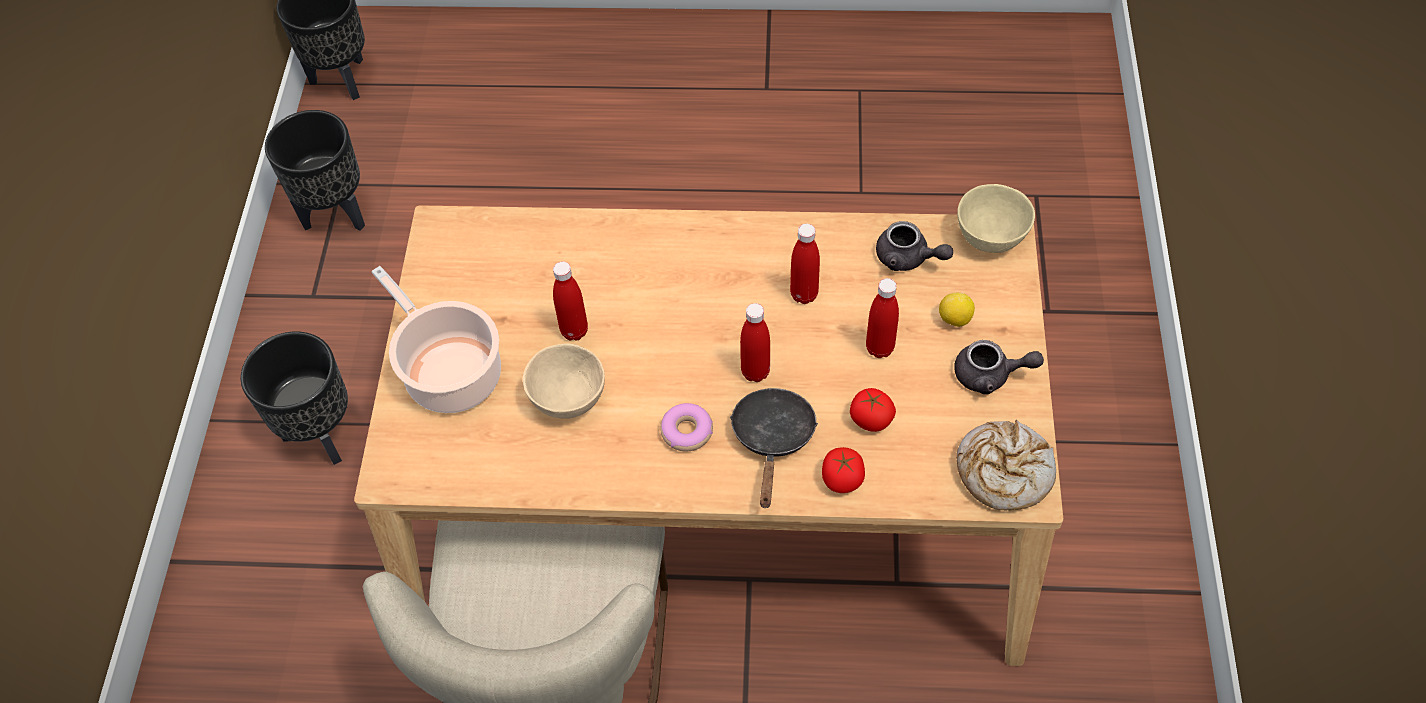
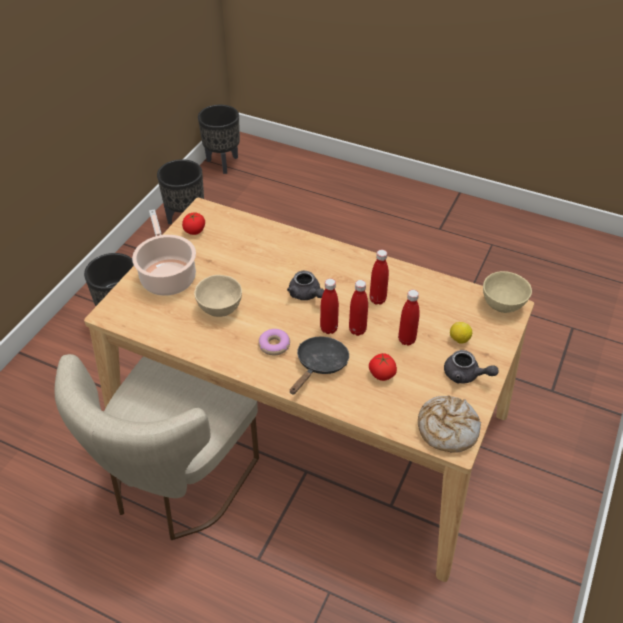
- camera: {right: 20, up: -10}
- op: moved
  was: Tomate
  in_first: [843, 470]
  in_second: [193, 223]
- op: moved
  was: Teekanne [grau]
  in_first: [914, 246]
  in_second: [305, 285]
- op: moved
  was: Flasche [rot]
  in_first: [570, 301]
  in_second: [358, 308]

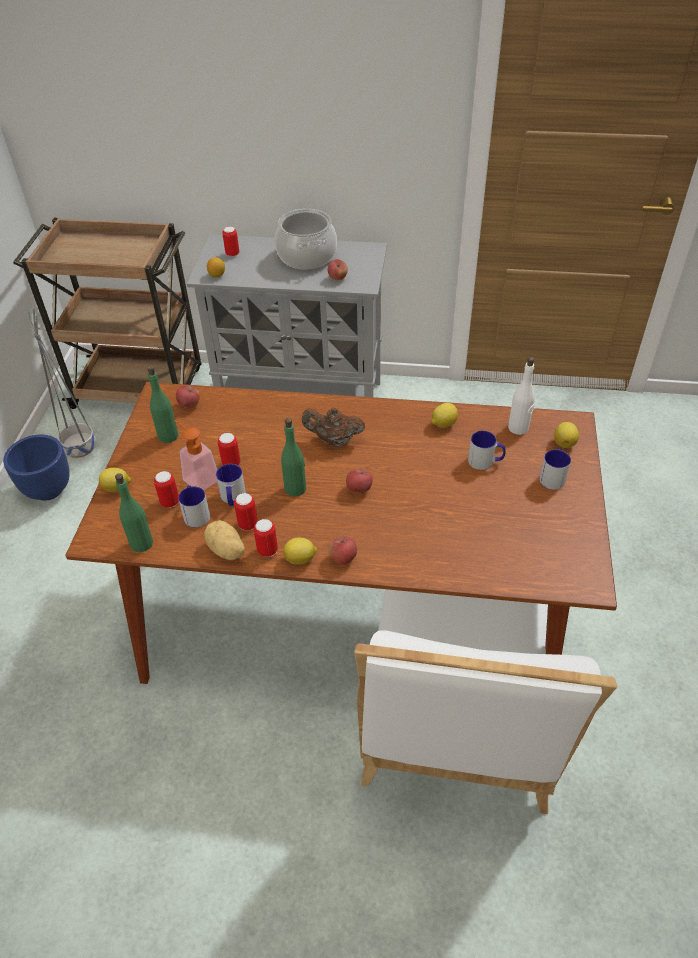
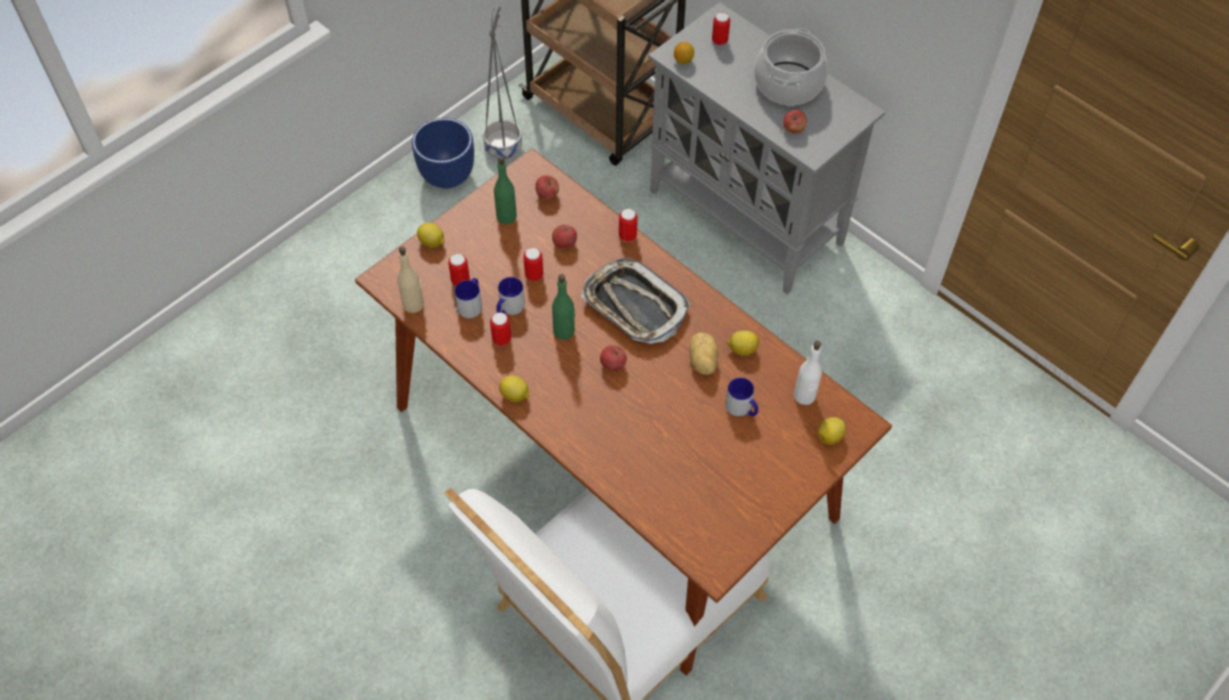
- camera: {right: 35, up: 10}
- op: recoloured
  was: Flasche [grün]
  now: Flasche [beige]
  in_first: [134, 512]
  in_second: [410, 279]
- op: moved
  was: Apfel
  in_first: [343, 550]
  in_second: [564, 237]
- op: replaced
  was: Teekanne [braun]
  now: Tablett
  in_first: [333, 427]
  in_second: [635, 301]
- op: moved
  was: Dose
  in_first: [266, 538]
  in_second: [628, 225]
- op: moved
  was: Kartoffel
  in_first: [224, 540]
  in_second: [703, 353]
- op: removed
  was: Seifenspender
  in_first: [195, 455]
- op: removed
  was: Henkelbecher
  in_first: [555, 469]

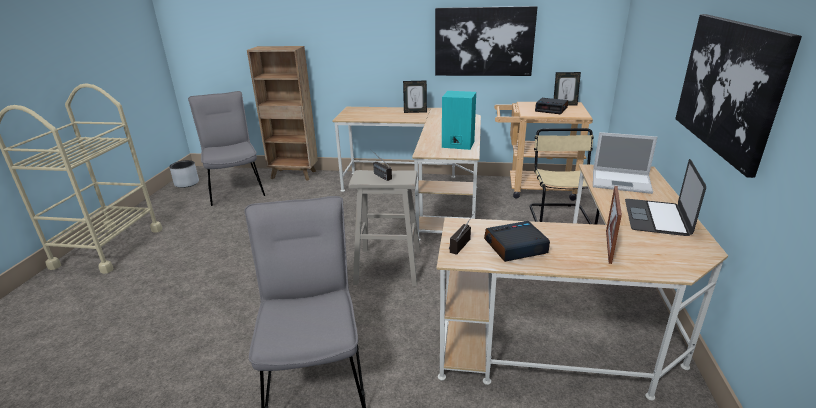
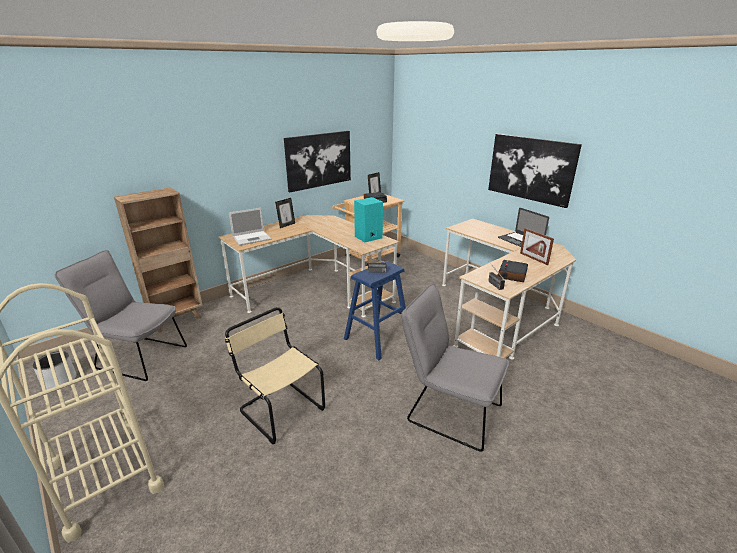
- camera: {right: -50, up: 0}
- op: moved
  was: Stuhl [beige]
  in_first: [564, 176]
  in_second: [275, 375]
- op: moved
  was: Laptop
  in_first: [625, 163]
  in_second: [250, 227]
- op: recoloured
  was: Hocker [beige]
  now: Hocker [blau]
  in_first: [385, 228]
  in_second: [375, 310]

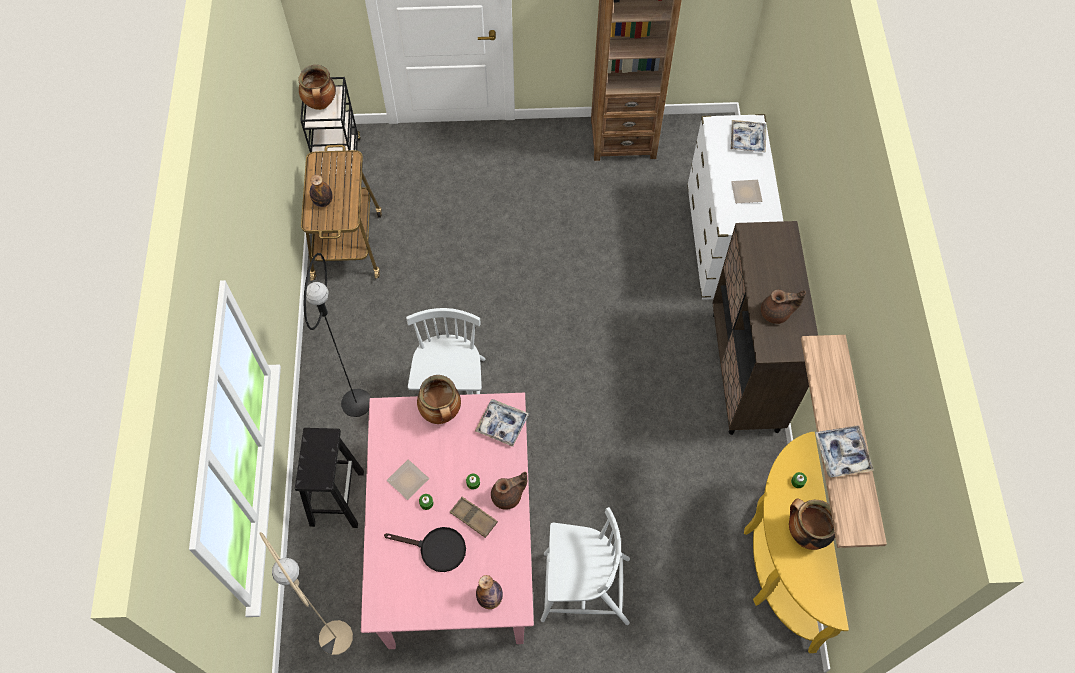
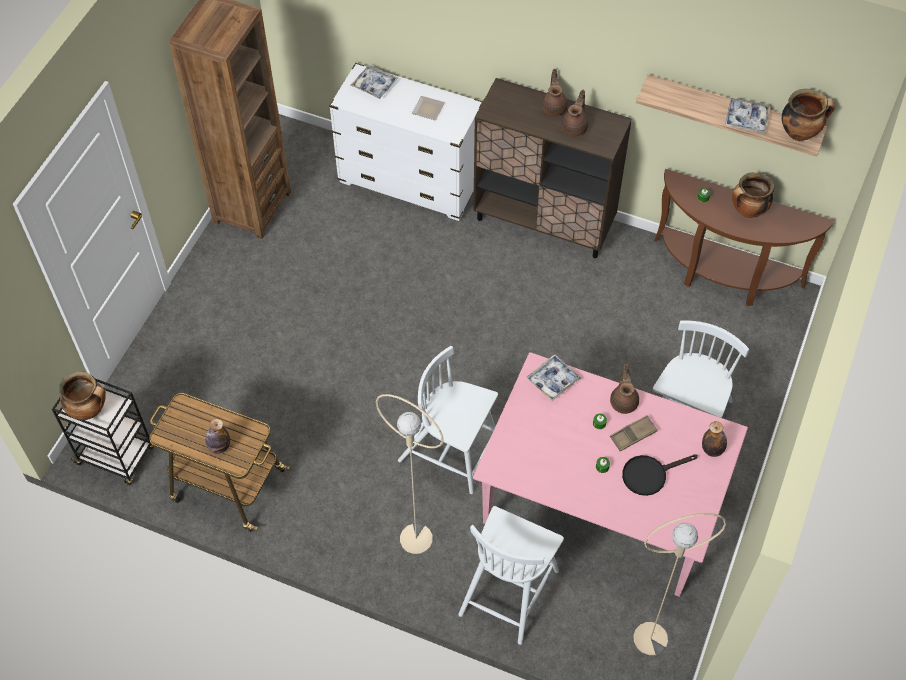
- camera: {right: -65, up: -5}
- op: recoloured
  was: Stehlampe [schwarz]
  now: Stehlampe [beige]
  in_first: [337, 335]
  in_second: [410, 474]
- op: replaced
  was: Hocker [schwarz]
  now: Stuhl [weiß]
  in_first: [329, 478]
  in_second: [511, 575]
- op: added
  now: Teekanne [braun]
  in_second: [554, 92]
- op: turned
  was: Pfanne [schwarz]
  in_first: [425, 549]
  in_second: [660, 475]
  clockwise: -150
- op: recoloured
  was: Konsolentisch [gelb]
  now: Konsolentisch [braun]
  in_first: [796, 542]
  in_second: [744, 237]
- op: moved
  was: Kochtopf
  in_first: [439, 399]
  in_second: [808, 115]
- op: removed
  was: Teller
  in_first: [407, 479]

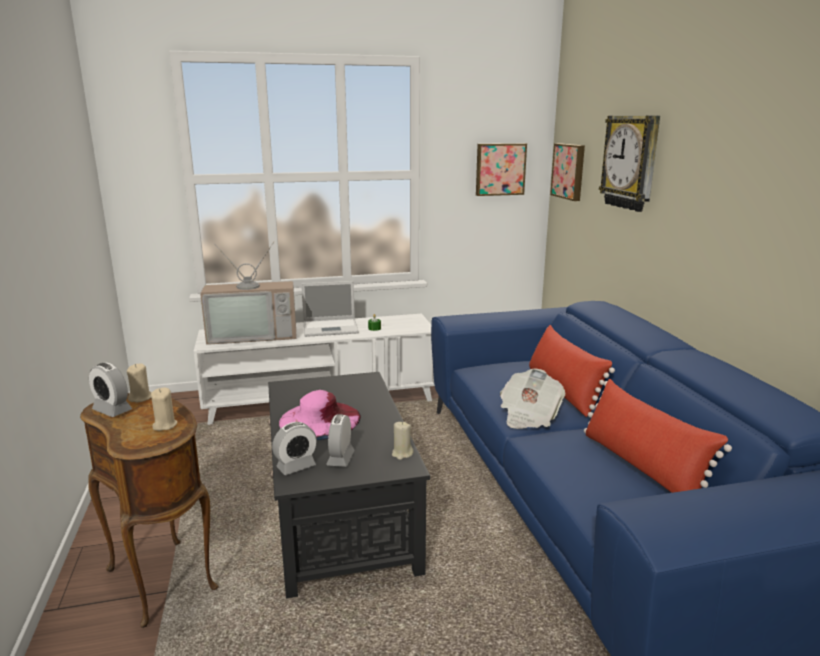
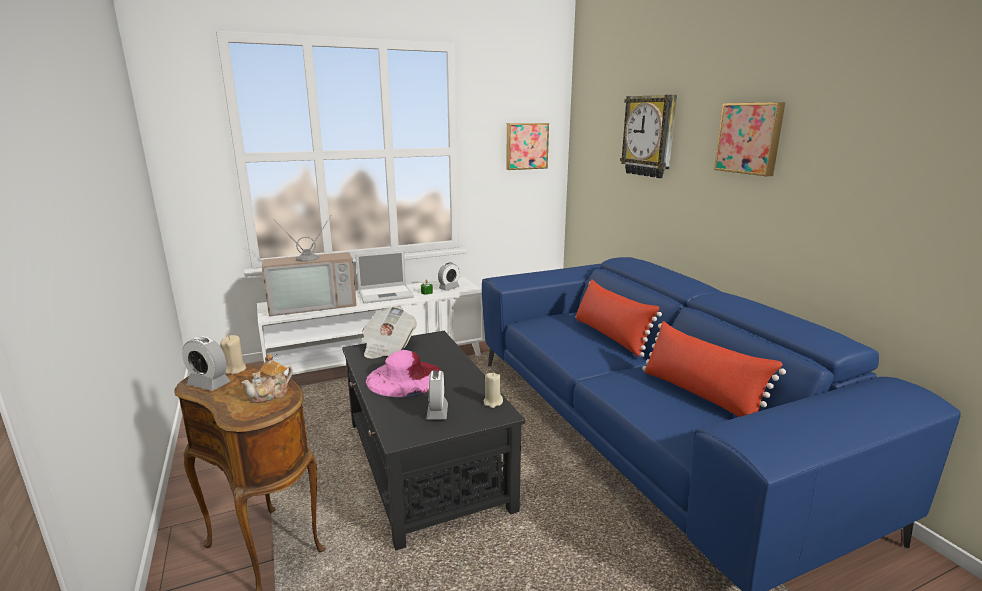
- camera: {right: -10, up: 0}
- op: replaced
  was: Kerze [beige]
  now: Teekanne
  in_first: [164, 409]
  in_second: [267, 378]
- op: moved
  was: Zeitung
  in_first: [532, 398]
  in_second: [389, 332]
- op: moved
  was: Wecker
  in_first: [294, 448]
  in_second: [449, 277]
- op: moved
  was: Bild
  in_first: [567, 172]
  in_second: [749, 139]

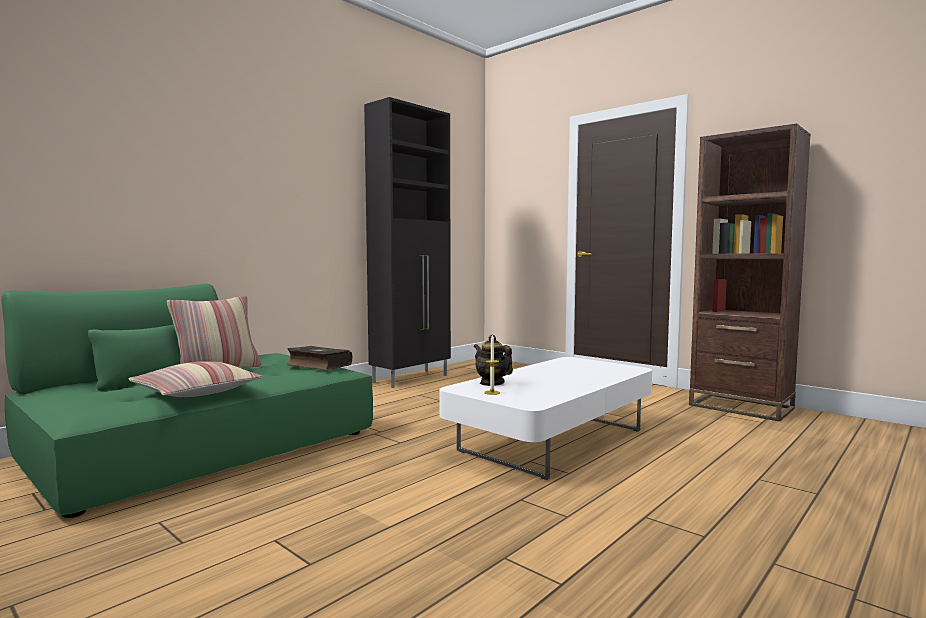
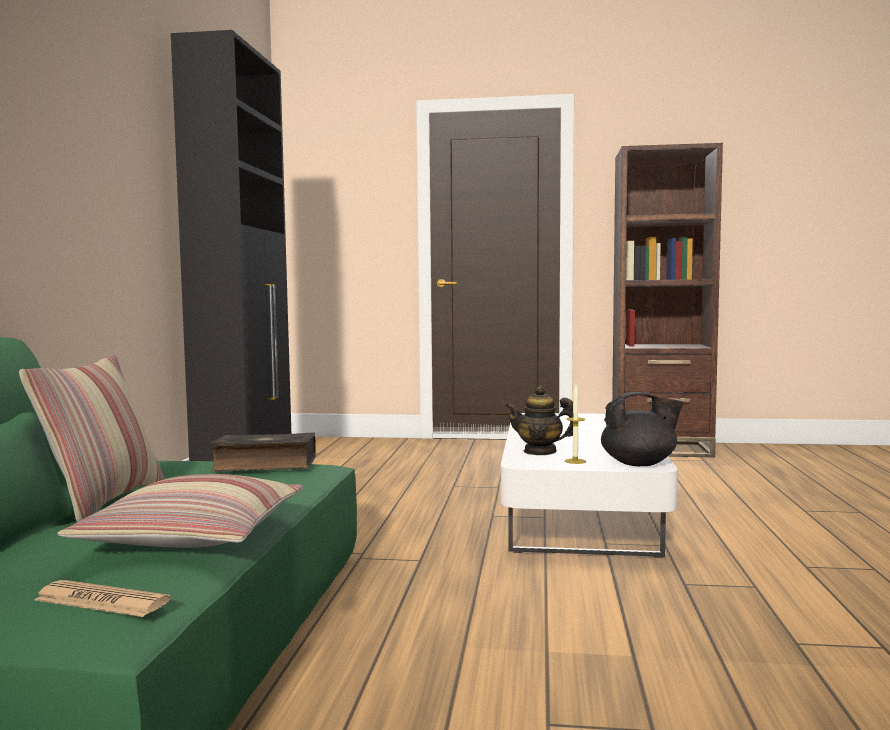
- camera: {right: -35, up: 0}
- op: added
  now: Zeitung
  in_second: [102, 598]
- op: added
  now: Teekanne [schwarz]
  in_second: [642, 429]

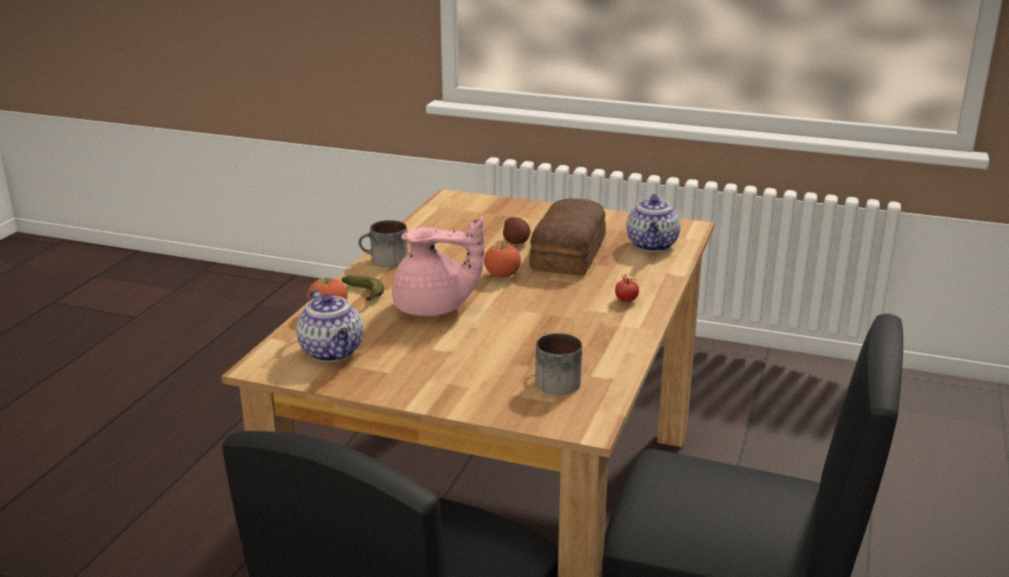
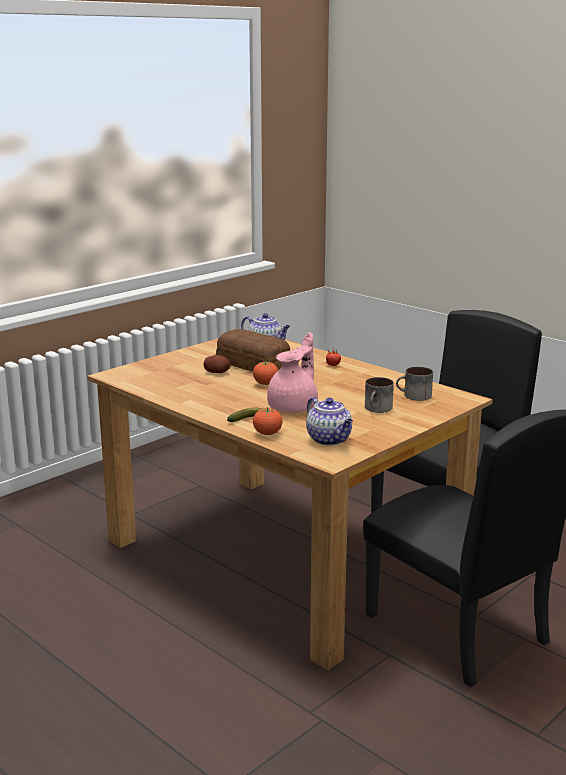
- camera: {right: -65, up: -5}
- op: turned
  was: Teekanne
  in_first: [329, 325]
  in_second: [329, 421]
  clockwise: 60
- op: moved
  was: Henkelbecher
  in_first: [383, 243]
  in_second: [379, 395]

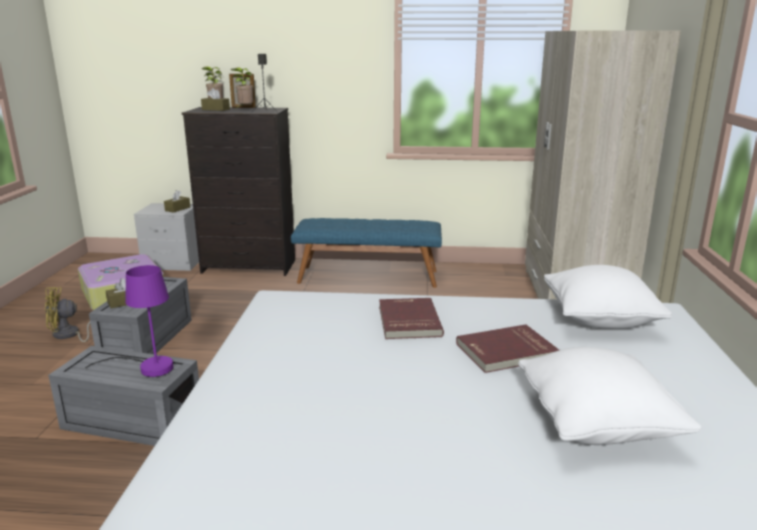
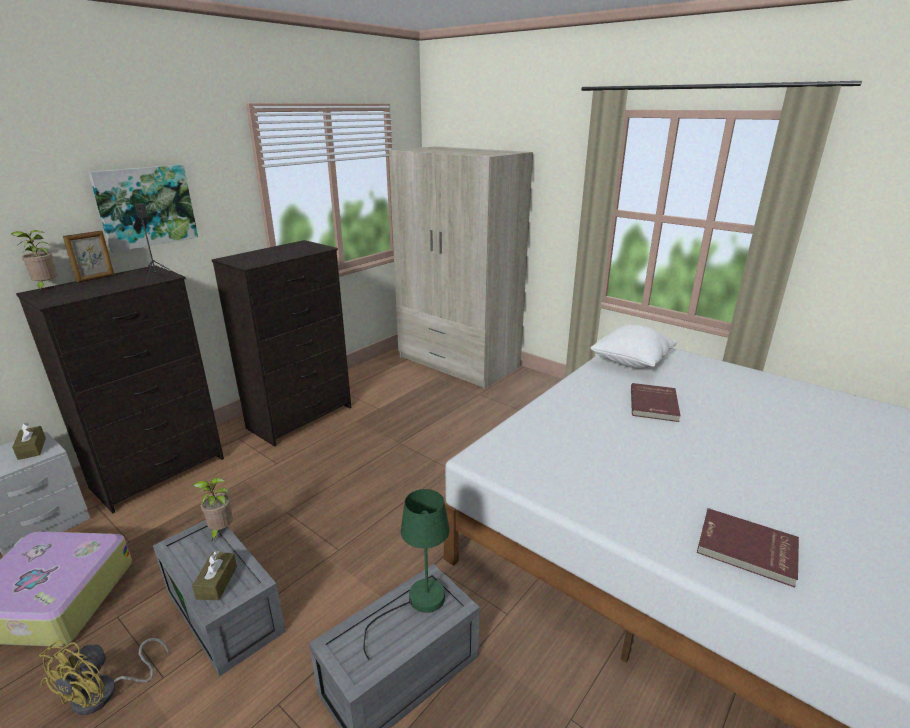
- camera: {right: -55, up: 5}
- op: added
  now: Bild
  in_second: [143, 208]
- op: moved
  was: Topfpflanze
  in_first: [241, 87]
  in_second: [212, 510]
- op: replaced
  was: Bank [blau]
  now: Kommode [schwarz]
  in_first: [366, 253]
  in_second: [281, 343]
- op: recoloured
  was: Tischlampe [lila]
  now: Tischlampe [grün]
  in_first: [129, 321]
  in_second: [406, 574]
- op: moved
  was: Buch [rot]
  in_first: [411, 318]
  in_second: [748, 548]
- op: removed
  was: Taschentuchbox [braun]
  in_first: [215, 99]
- op: removed
  was: Kissen [weiß]
  in_first: [610, 396]

